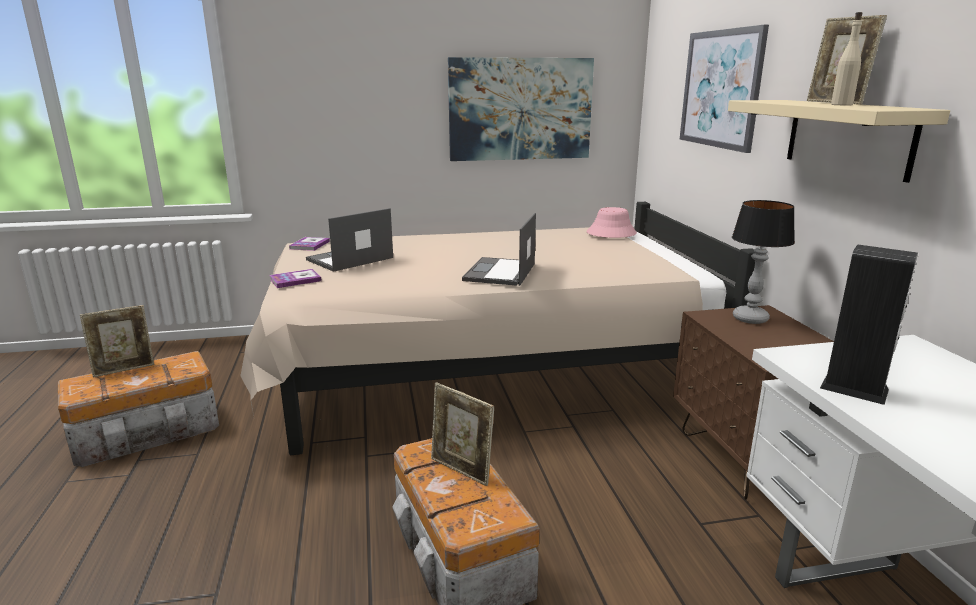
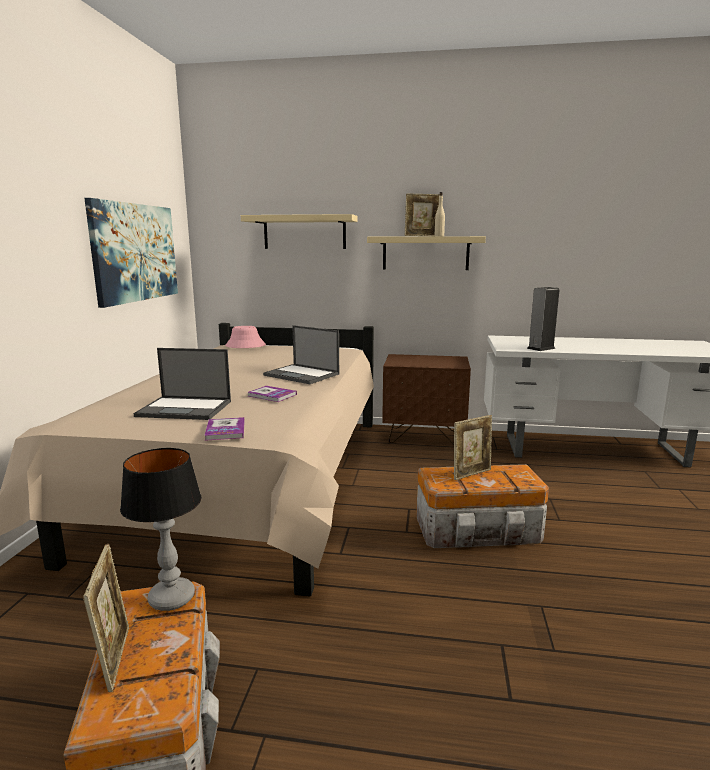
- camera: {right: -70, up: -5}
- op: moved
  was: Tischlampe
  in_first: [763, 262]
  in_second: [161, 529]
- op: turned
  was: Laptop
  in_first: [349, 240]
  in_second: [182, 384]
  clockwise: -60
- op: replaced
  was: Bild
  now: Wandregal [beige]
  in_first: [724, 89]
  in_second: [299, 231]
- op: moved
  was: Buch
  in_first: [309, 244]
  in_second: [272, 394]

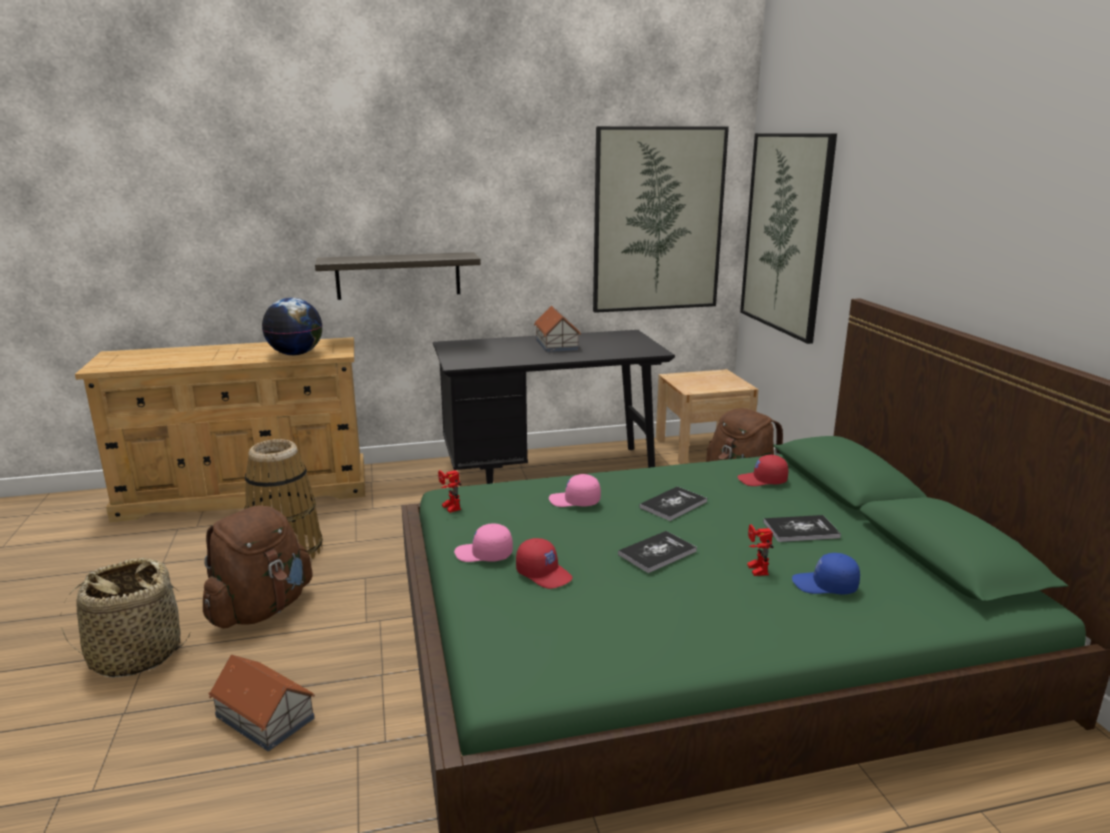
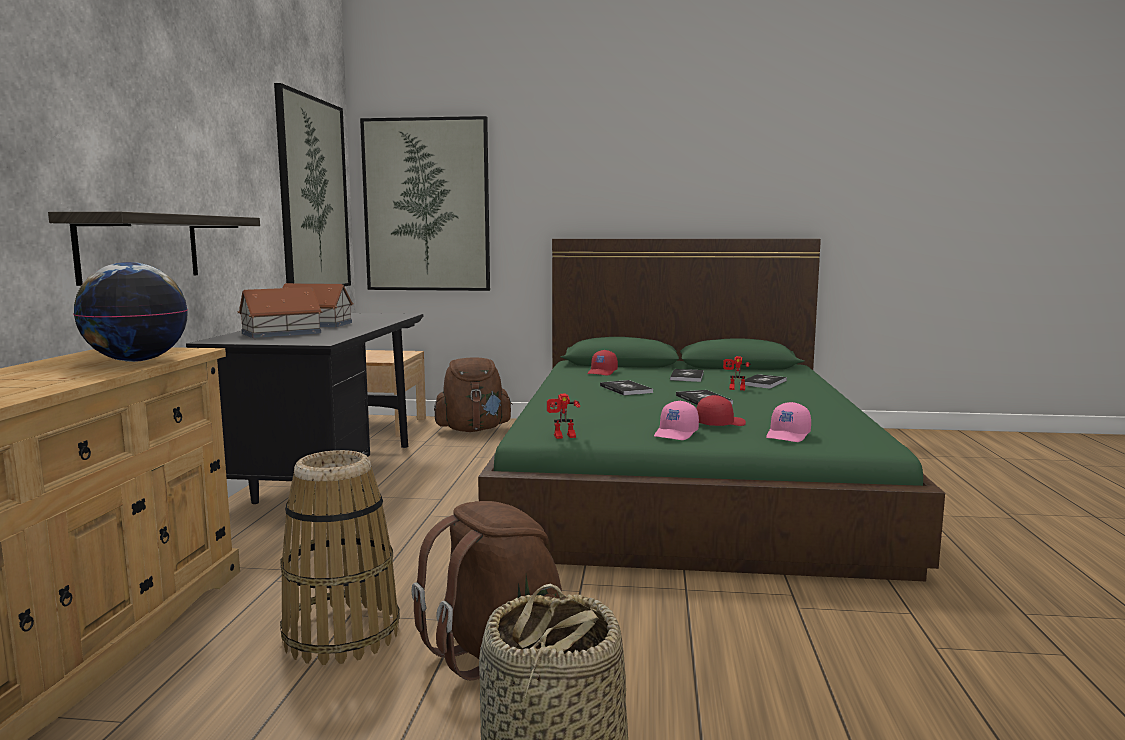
- camera: {right: -70, up: -10}
- op: moved
  was: Spielzeughaus
  in_first: [261, 703]
  in_second: [280, 312]
- op: replaced
  was: Kappe [blau]
  now: Buch
  in_first: [826, 573]
  in_second: [763, 381]
- op: moved
  was: Kappe [rosa]
  in_first: [575, 490]
  in_second: [788, 422]

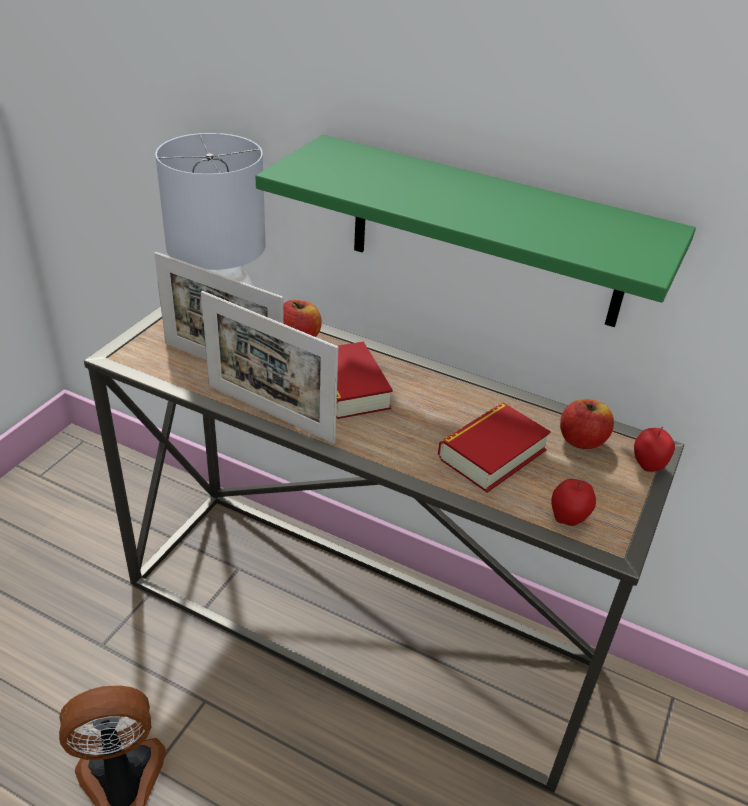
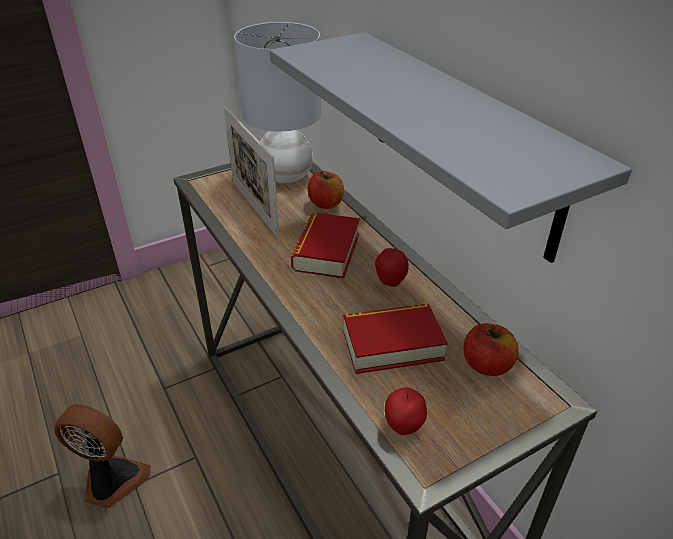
- camera: {right: 35, up: 0}
- op: recoloured
  was: Wandregal [grün]
  now: Wandregal [grau]
  in_first: [475, 231]
  in_second: [451, 147]
- op: moved
  was: Apfel
  in_first: [654, 449]
  in_second: [392, 267]
- op: removed
  was: Bilderrahmen
  in_first: [269, 367]

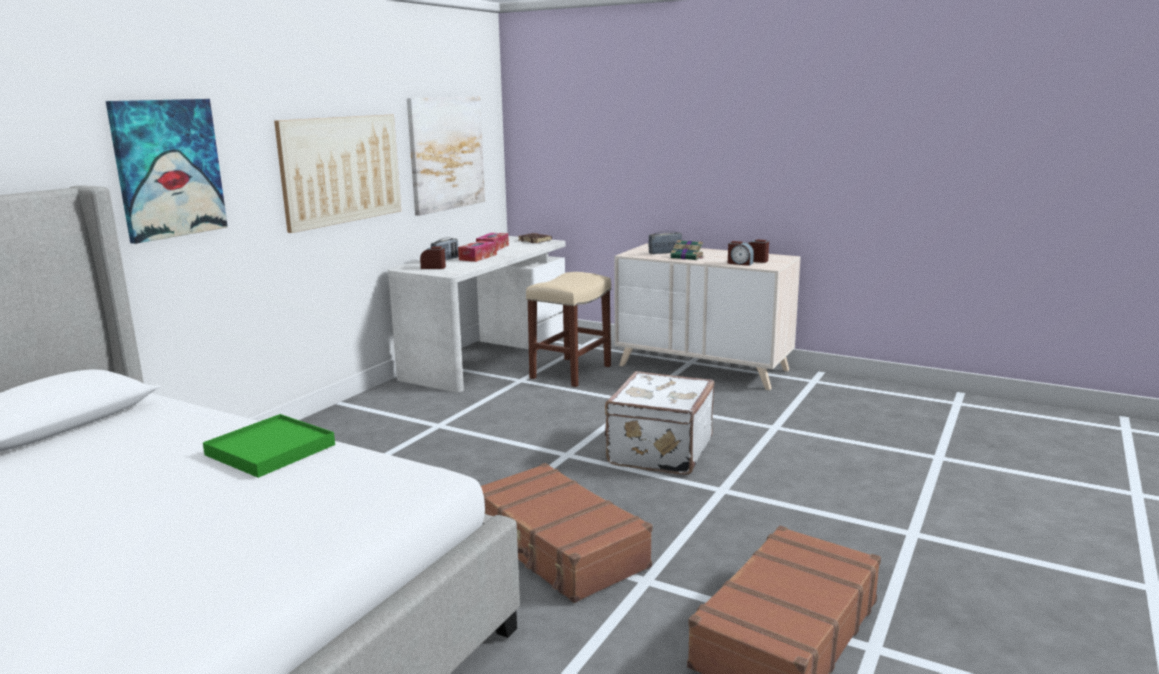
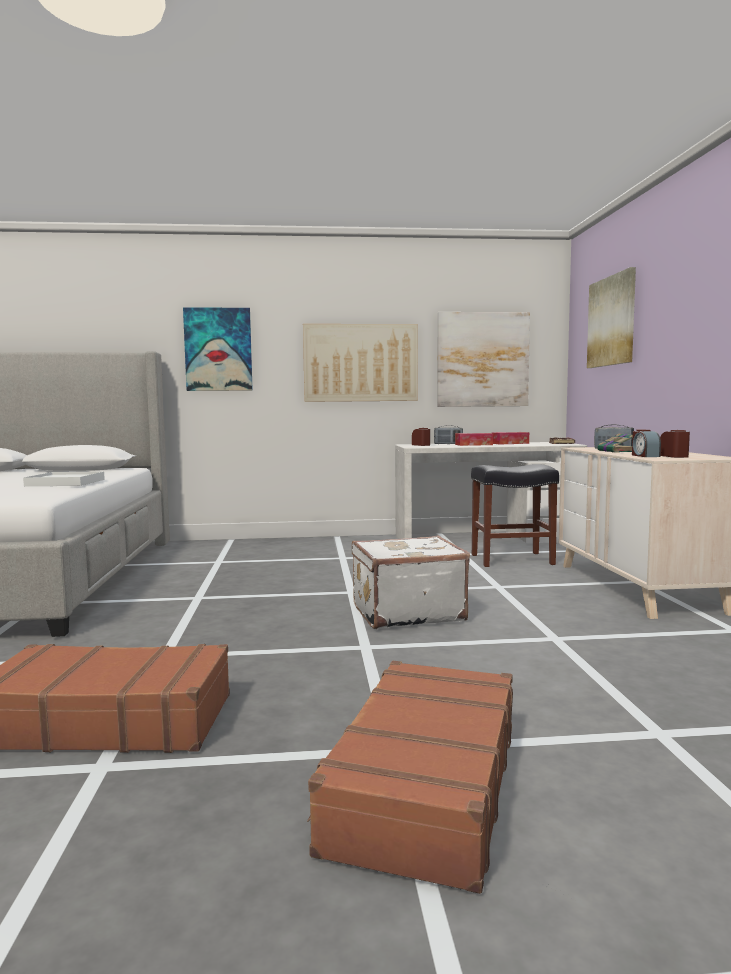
- camera: {right: 55, up: -10}
- op: recoloured
  was: Tablett [grün]
  now: Tablett [weiß]
  in_first: [269, 446]
  in_second: [64, 479]
- op: moved
  was: Koffer [braun]
  in_first: [567, 533]
  in_second: [410, 777]
- op: recoloured
  was: Hocker [beige]
  now: Hocker [schwarz]
  in_first: [568, 329]
  in_second: [515, 515]
- op: added
  now: Bild
  in_second: [611, 317]

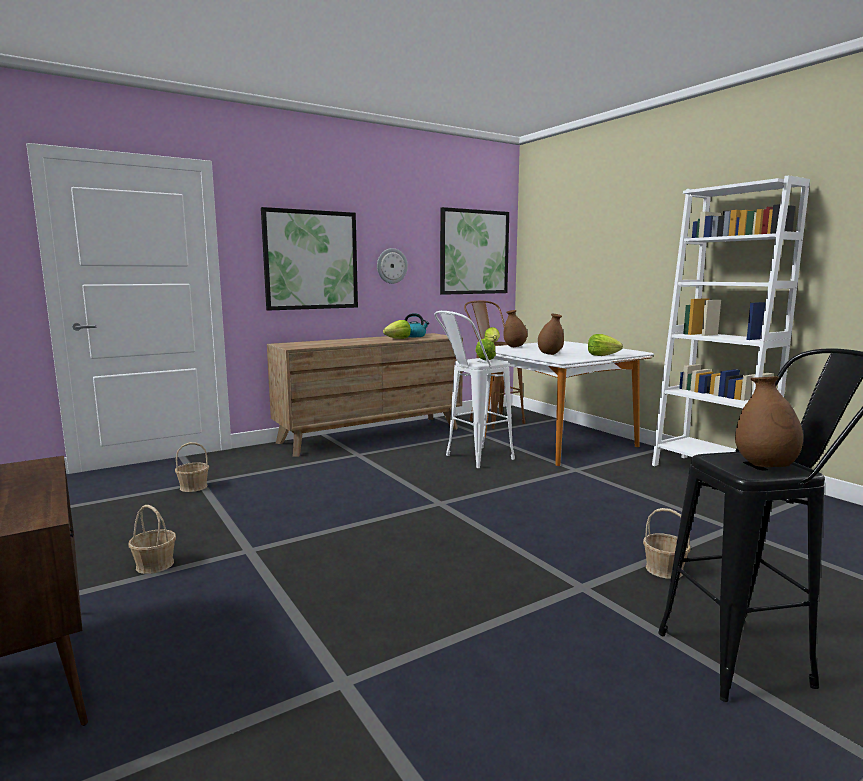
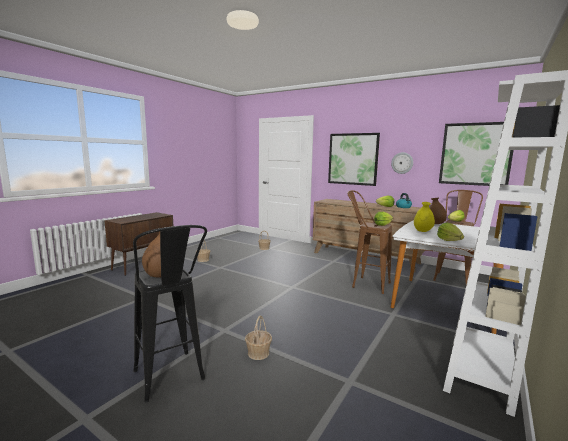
- camera: {right: 65, up: 0}
- op: recoloured
  was: Hocker [weiß]
  now: Hocker [braun]
  in_first: [474, 389]
  in_second: [369, 242]
- op: recoloured
  was: Vase [braun]
  now: Vase [gelb]
  in_first: [551, 334]
  in_second: [424, 217]

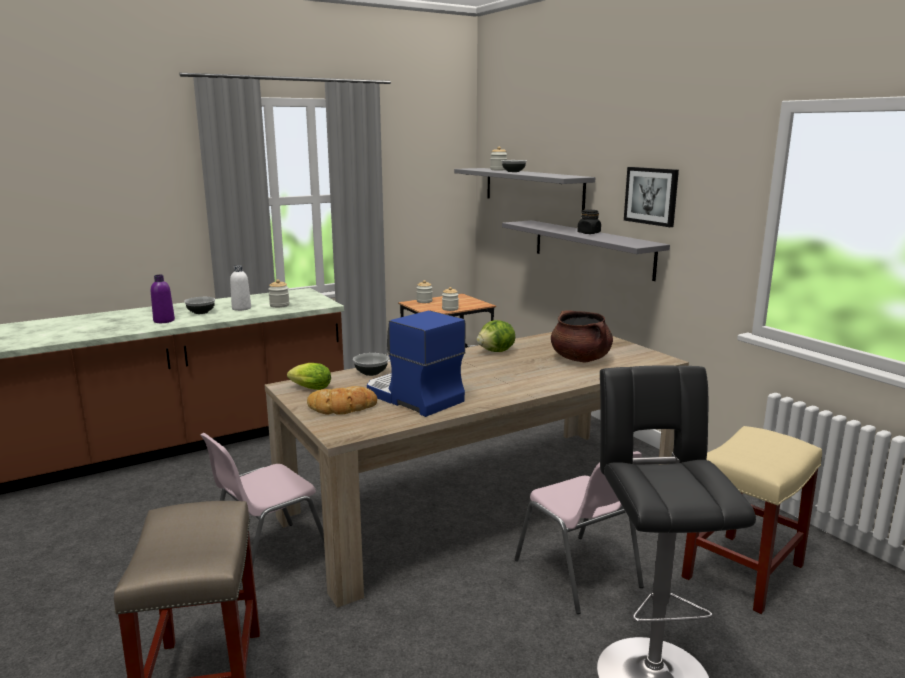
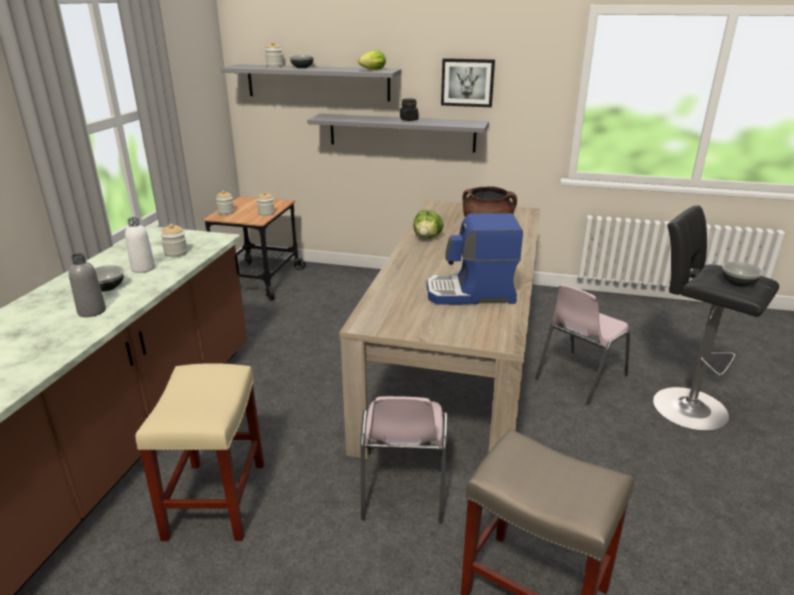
- camera: {right: -45, up: 10}
- op: recoloured
  was: Flasche [lila]
  now: Flasche [grau]
  in_first: [163, 299]
  in_second: [87, 285]
- op: moved
  was: Hocker [beige]
  in_first: [752, 520]
  in_second: [200, 452]
- op: moved
  was: Salatkopf
  in_first: [309, 376]
  in_second: [372, 60]
- op: turned
  was: Stuhl [rosa]
  in_first: [579, 532]
  in_second: [582, 344]
  clockwise: 120
- op: moved
  was: Schüssel
  in_first: [371, 364]
  in_second: [742, 274]
- op: removed
  was: Brot
  in_first: [342, 400]

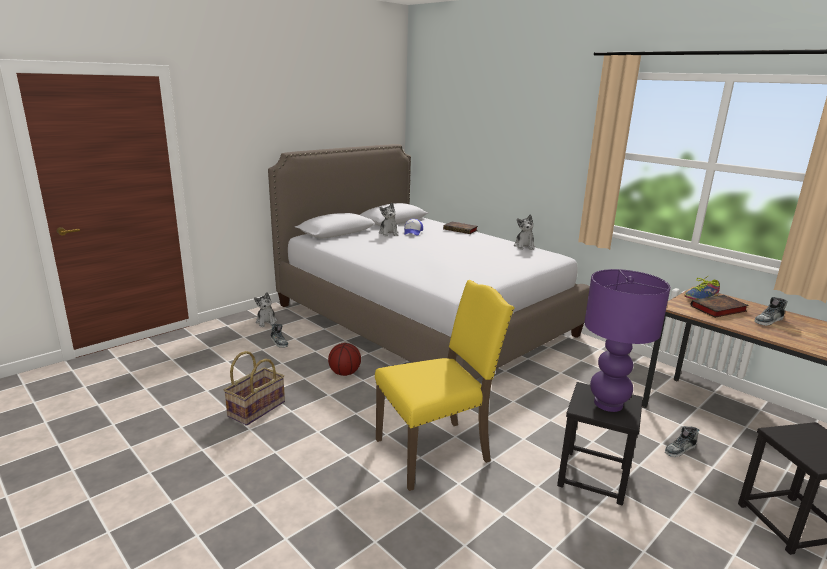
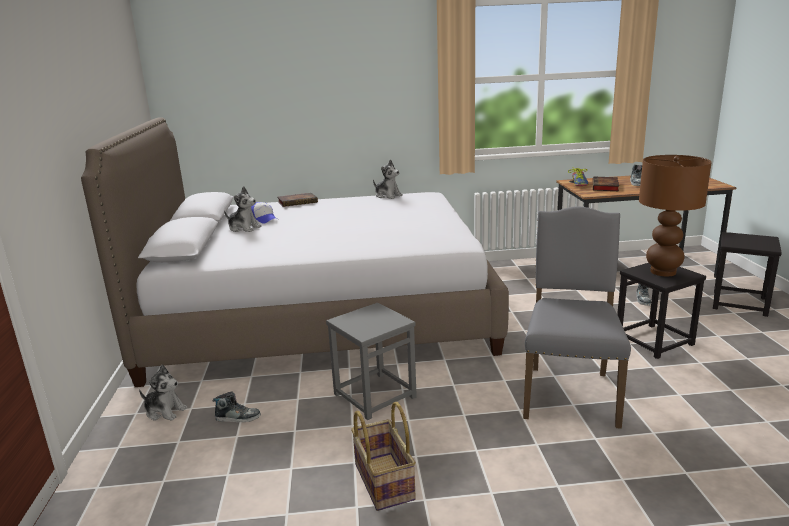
- camera: {right: -50, up: 0}
- op: replaced
  was: Basketball
  now: Hocker [grau]
  in_first: [344, 359]
  in_second: [371, 361]
- op: recoloured
  was: Stuhl [gelb]
  now: Stuhl [grau]
  in_first: [445, 385]
  in_second: [577, 318]
- op: recoloured
  was: Tischlampe [lila]
  now: Tischlampe [braun]
  in_first: [627, 340]
  in_second: [675, 215]

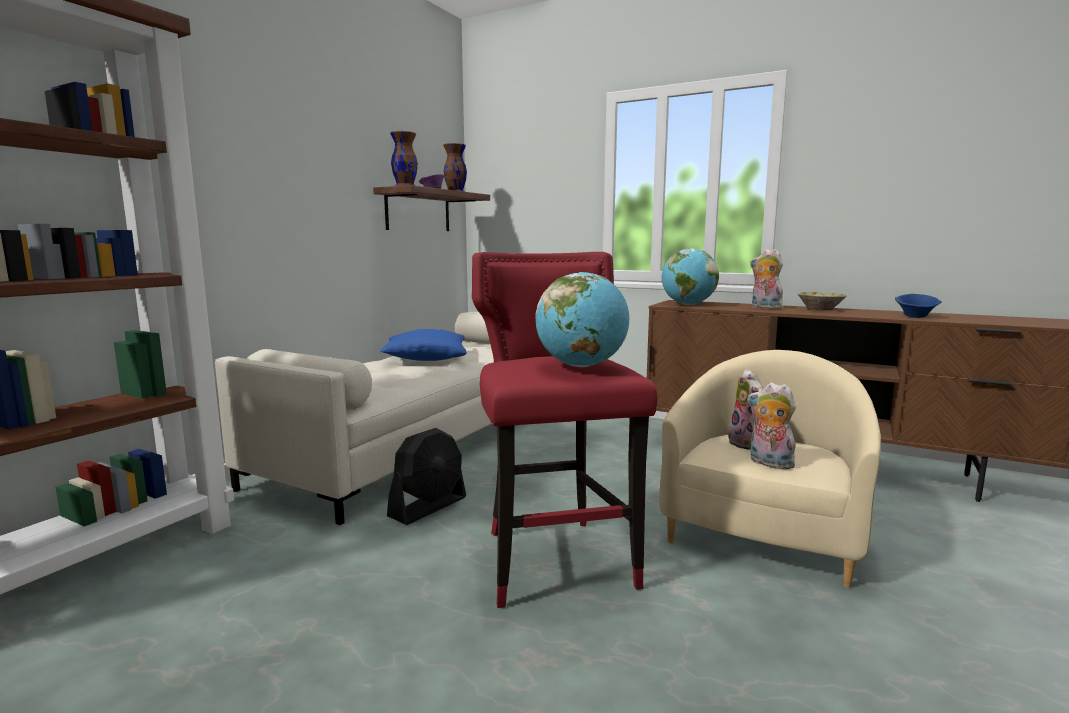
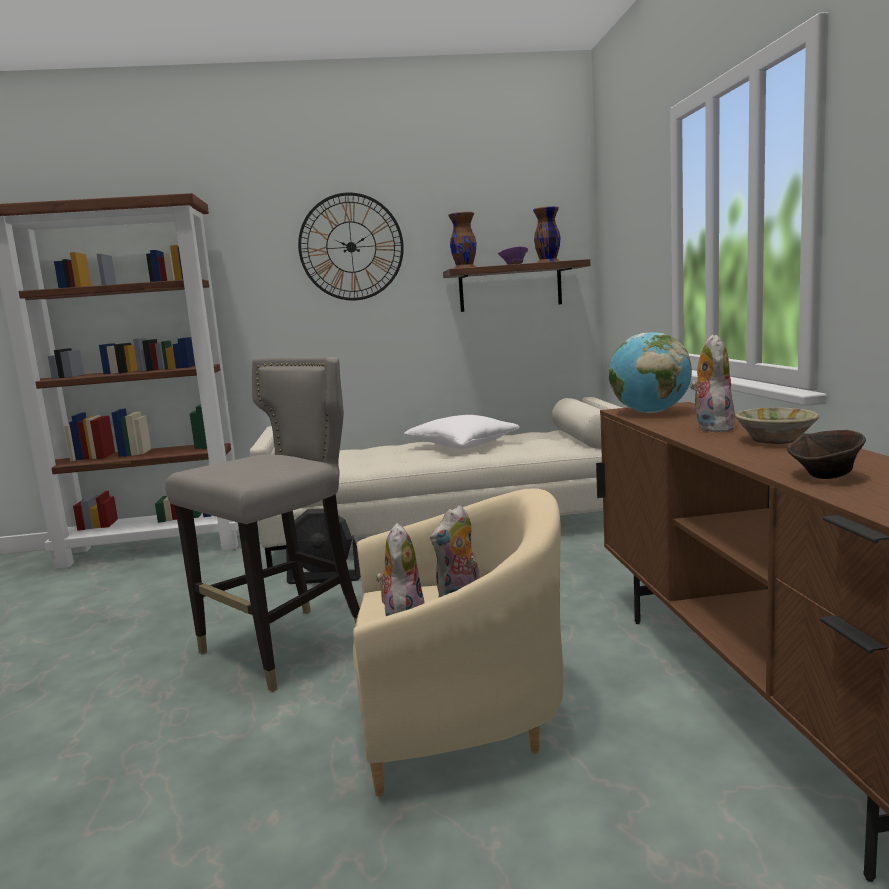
- camera: {right: 55, up: 0}
- op: recoloured
  was: Hocker [rot]
  now: Hocker [grau]
  in_first: [565, 430]
  in_second: [262, 524]
- op: added
  now: Wanduhr
  in_second: [351, 246]
- op: recoloured
  was: Kissen [blau]
  now: Kissen [weiß]
  in_first: [423, 345]
  in_second: [461, 432]
- op: recoloured
  was: Schüssel [blau]
  now: Schüssel [braun]
  in_first: [918, 306]
  in_second: [826, 454]
- op: removed
  was: Globus
  in_first: [582, 319]

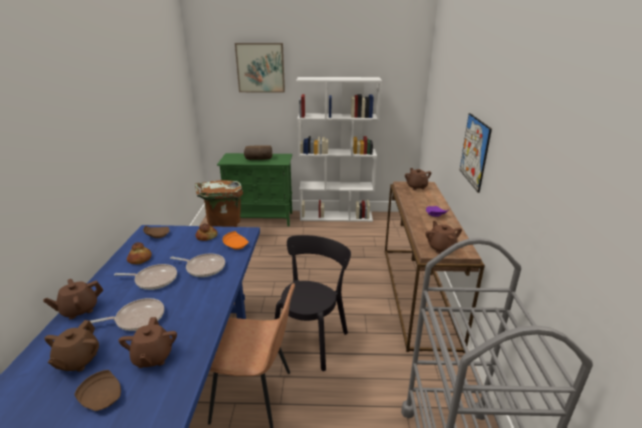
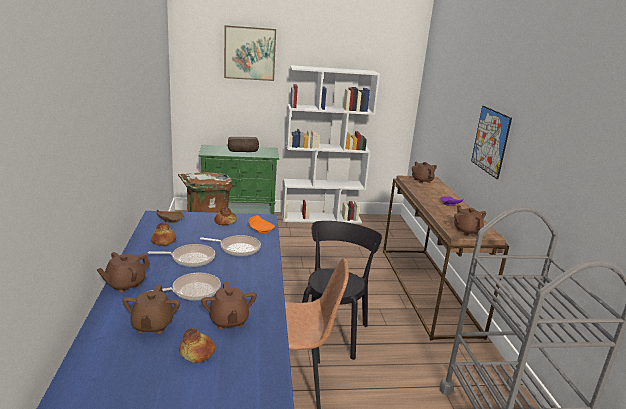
- camera: {right: -10, up: -5}
- op: replaced
  was: Teller [braun]
  now: Brot
  in_first: [97, 390]
  in_second: [197, 345]

